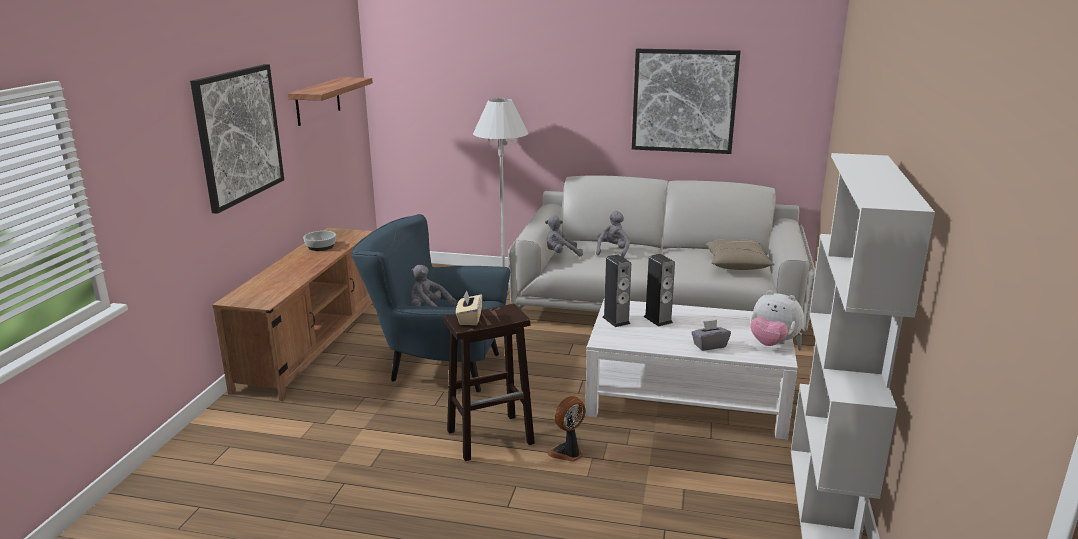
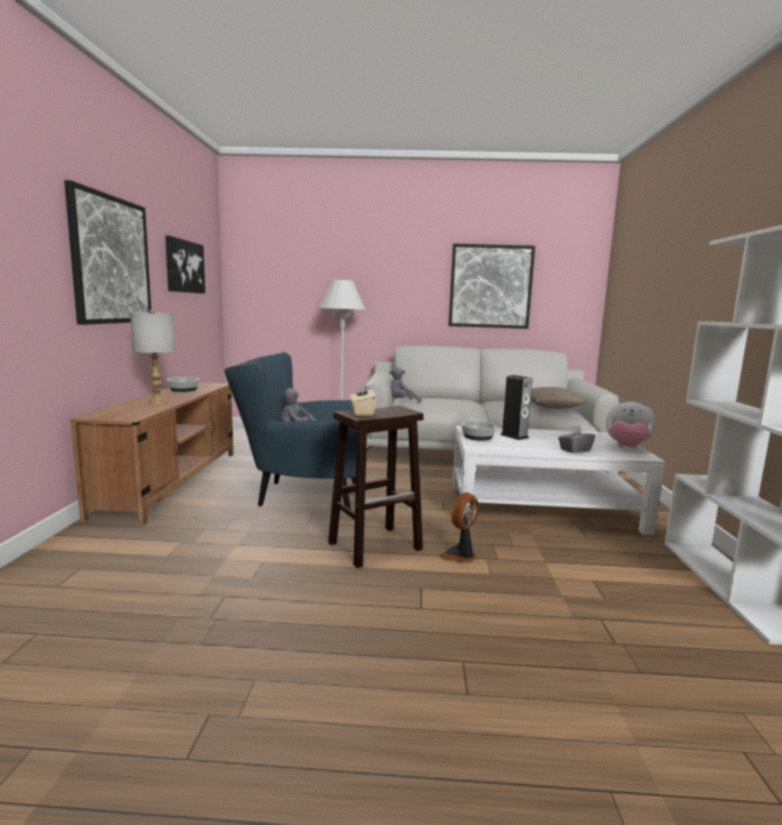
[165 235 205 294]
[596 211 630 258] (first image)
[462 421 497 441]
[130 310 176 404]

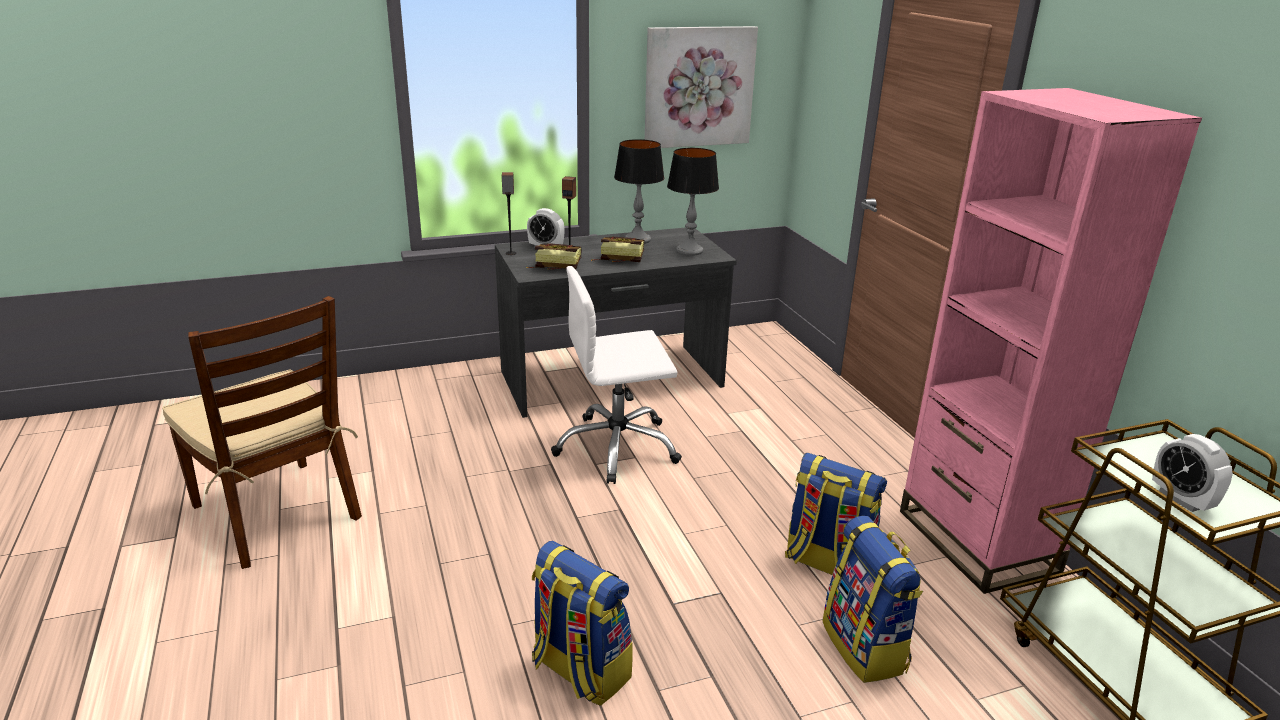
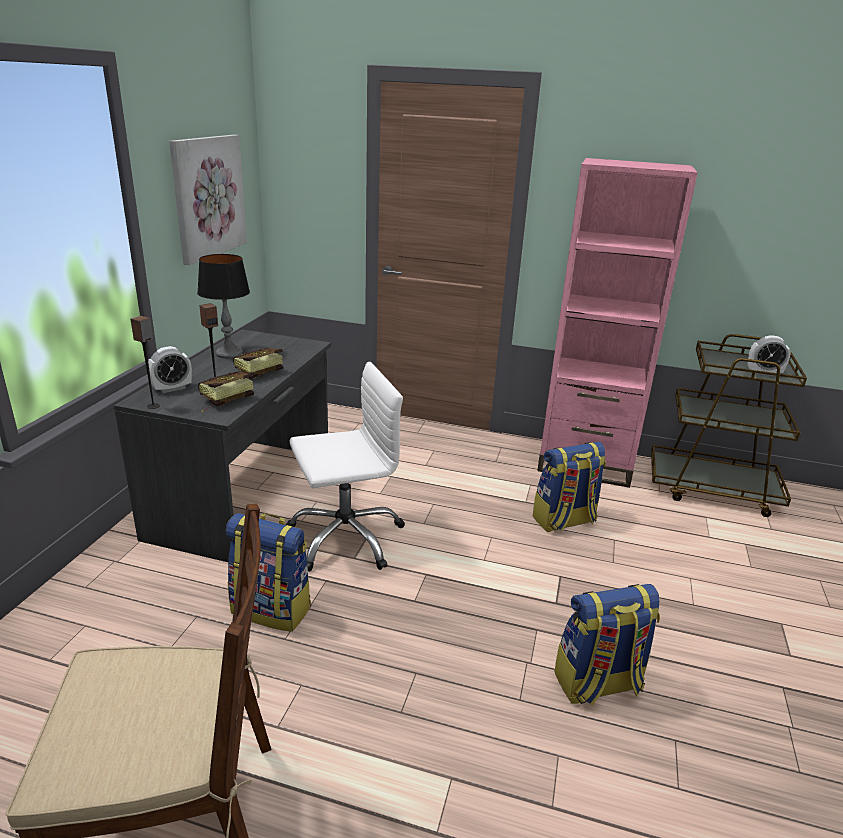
[667 148 719 256] (first image)
[286 362 405 572]
[226 513 311 632]

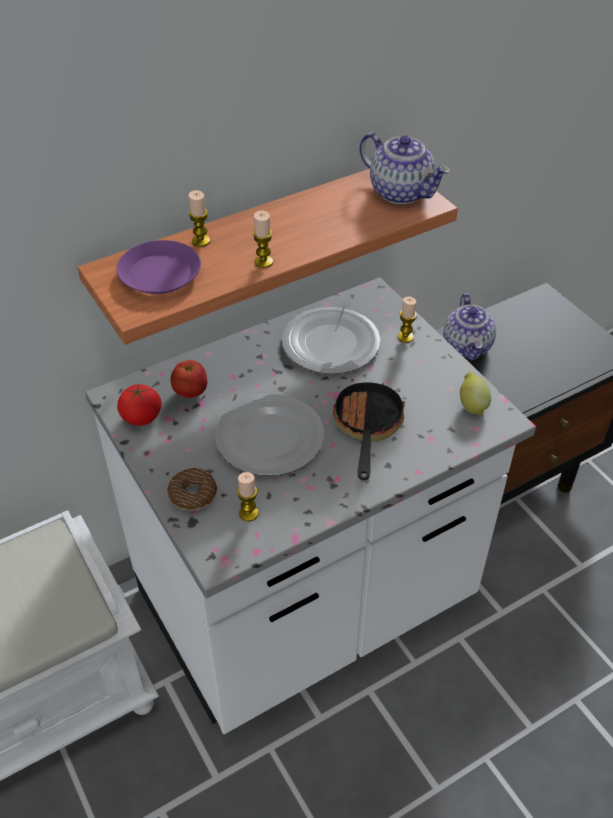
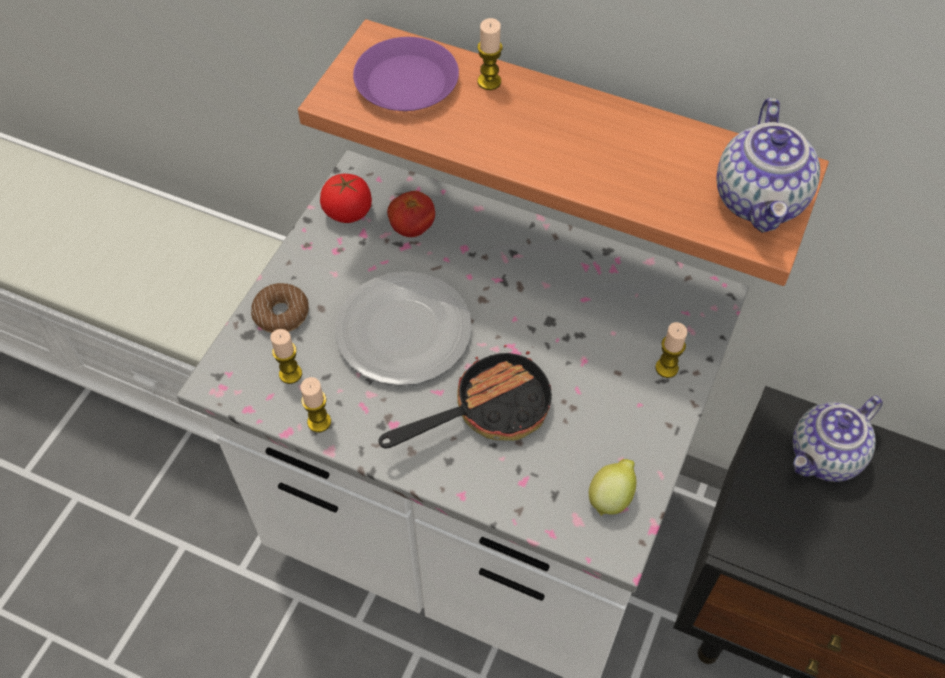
[300 377 331 432]
[282 307 381 374] (first image)

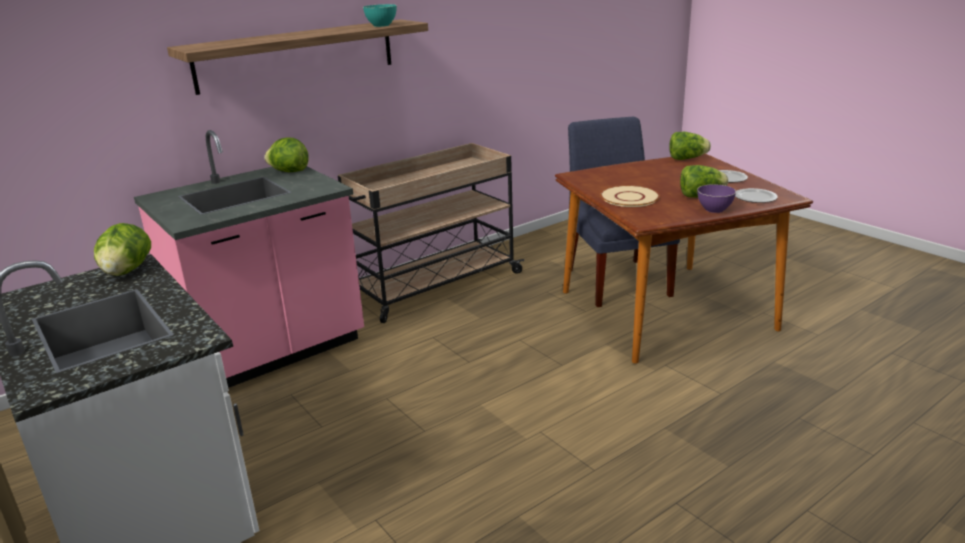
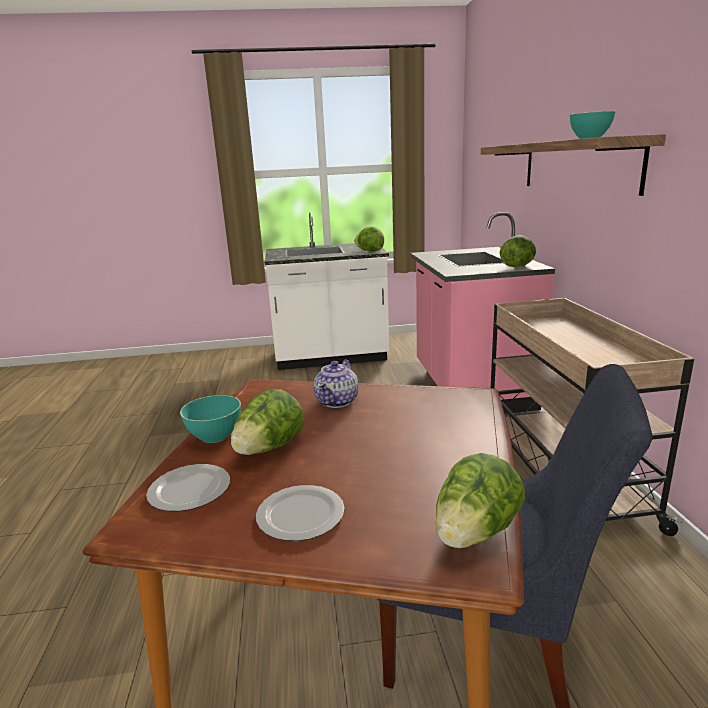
[180 395 241 443]
[314 360 358 408]

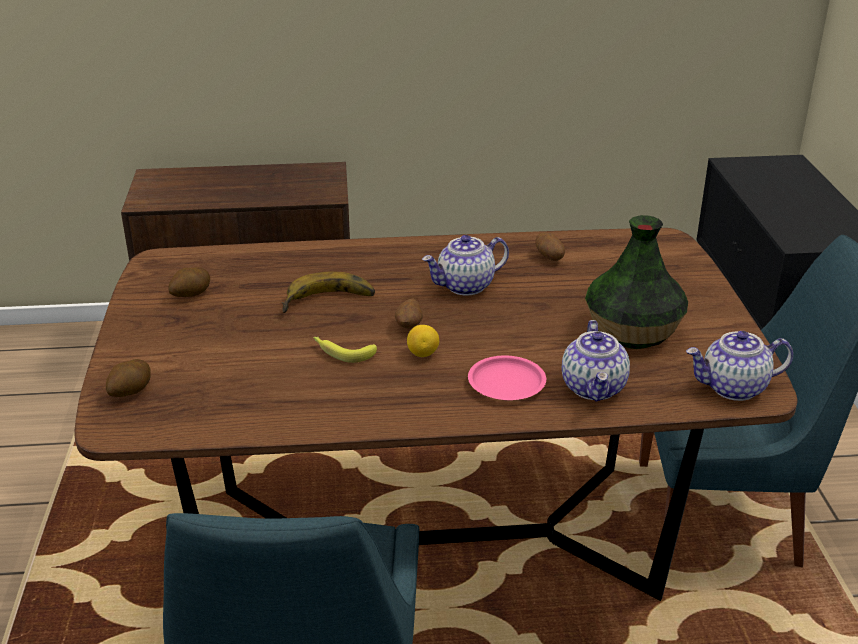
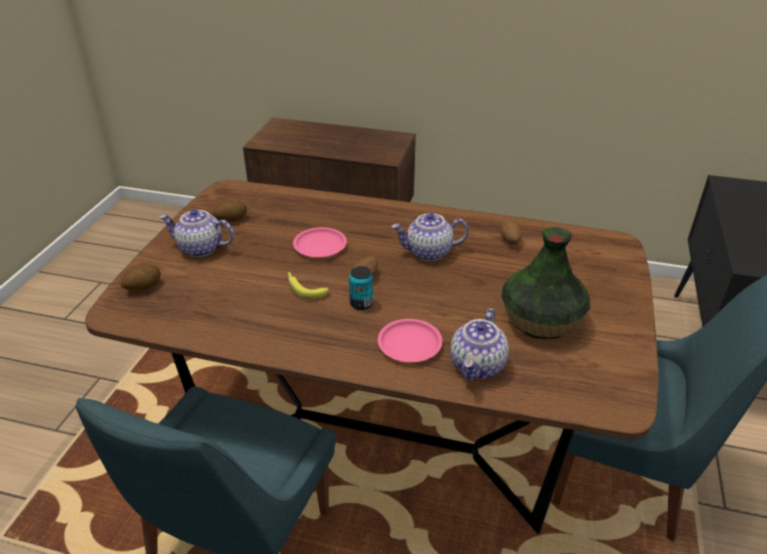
[293 227 347 257]
[349 266 373 310]
[160 209 234 257]

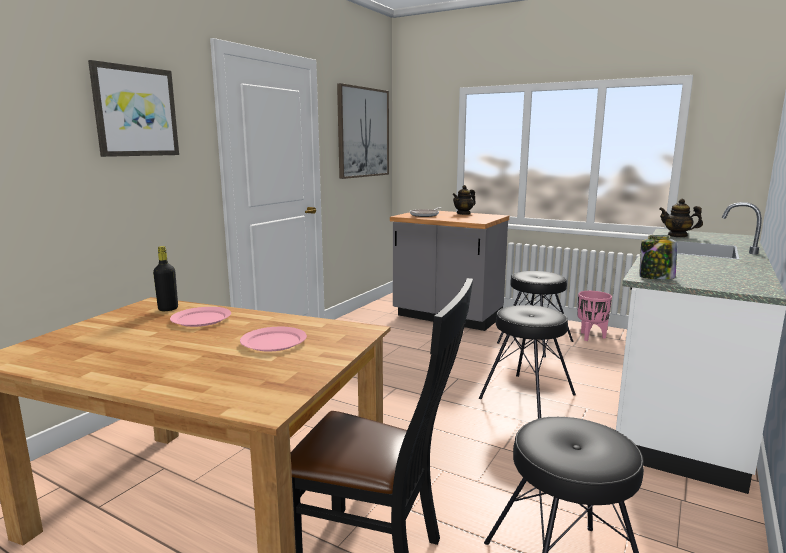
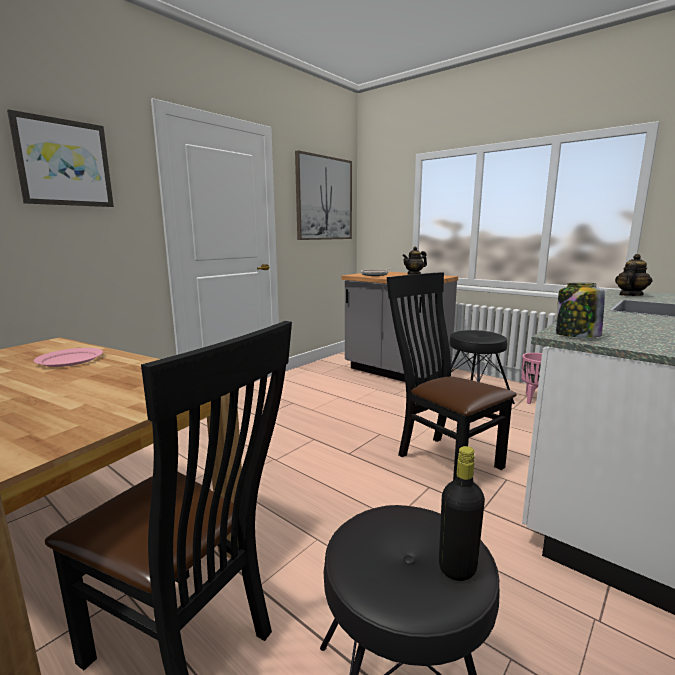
[615 254 652 296]
[439 446 485 581]
[387 272 516 481]
[240 327 307 352] (first image)

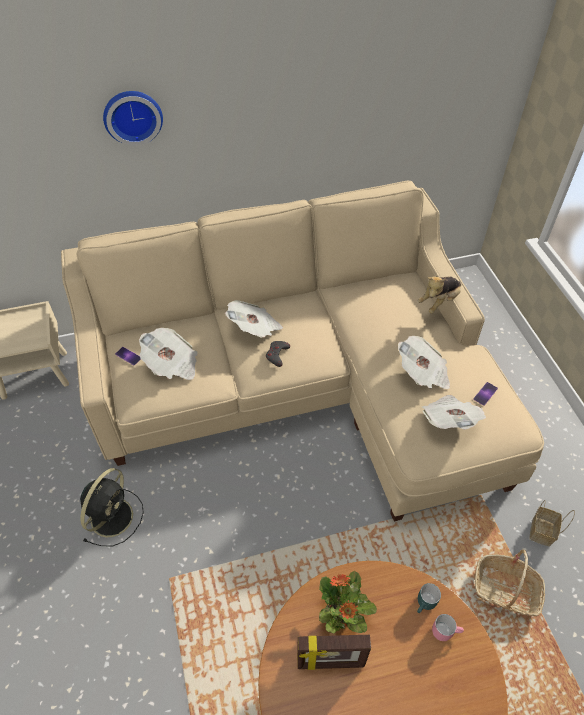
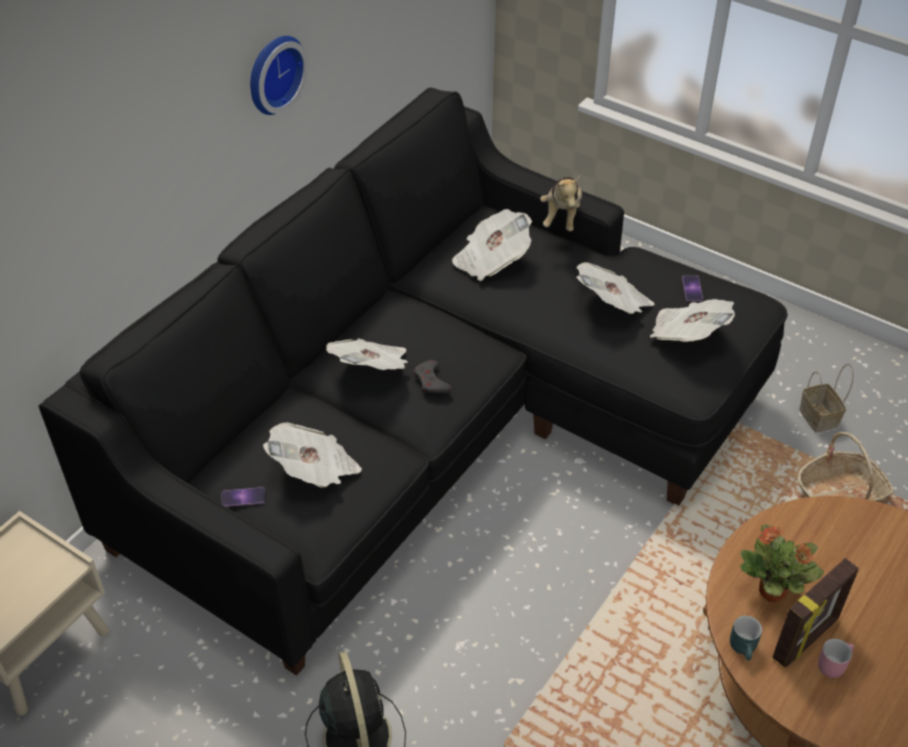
[250 36 308 115]
[39 87 788 675]
[730 616 762 661]
[818 638 854 678]
[452 209 532 281]

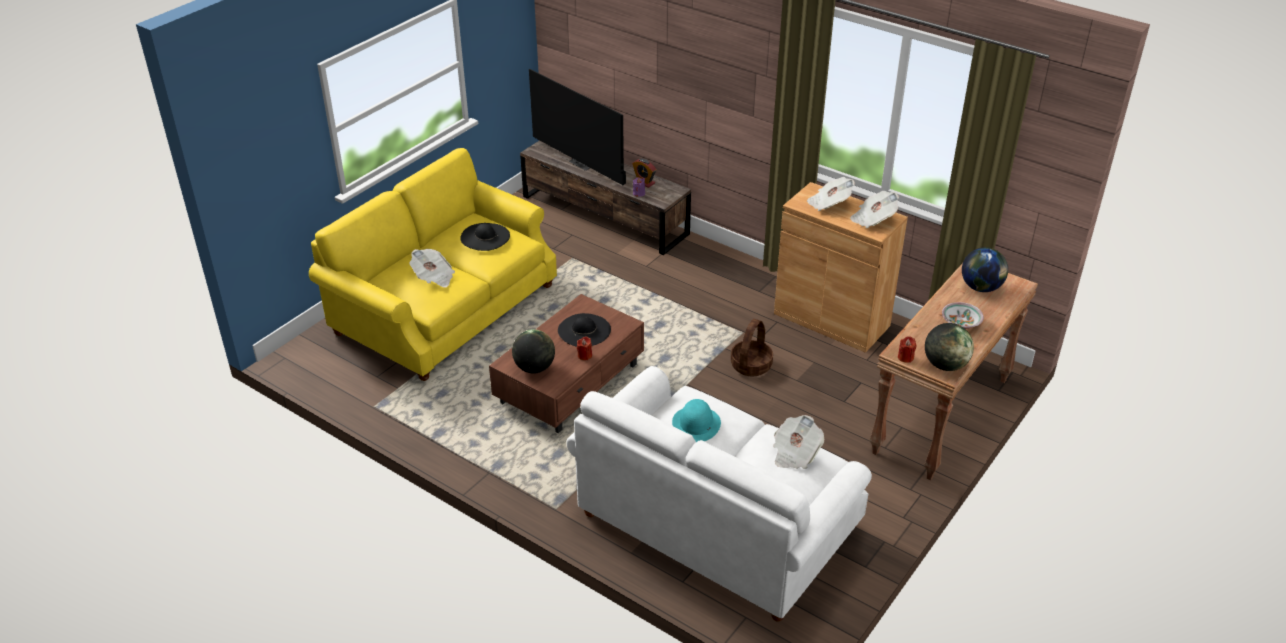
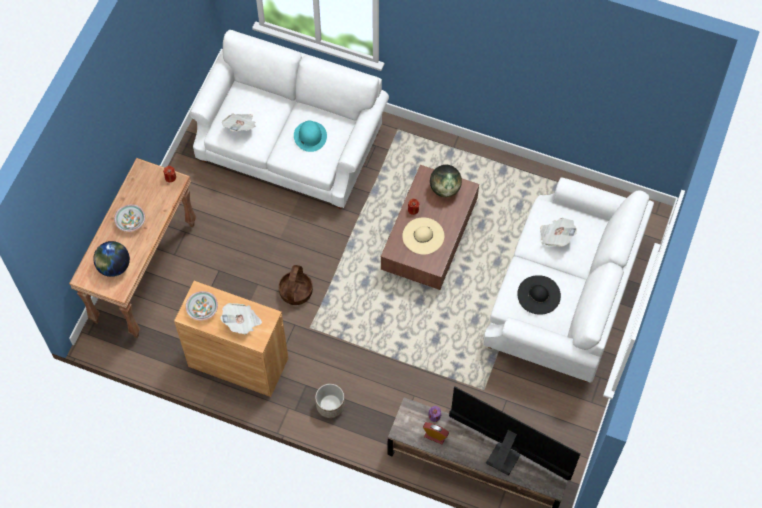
[484 177 654 383]
[186 291 218 321]
[402 217 444 255]
[925 323 974 371] (first image)
[315 384 345 418]

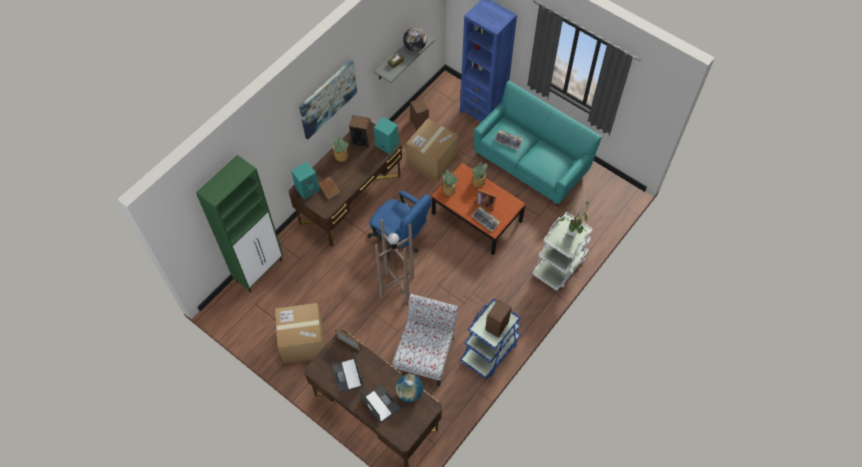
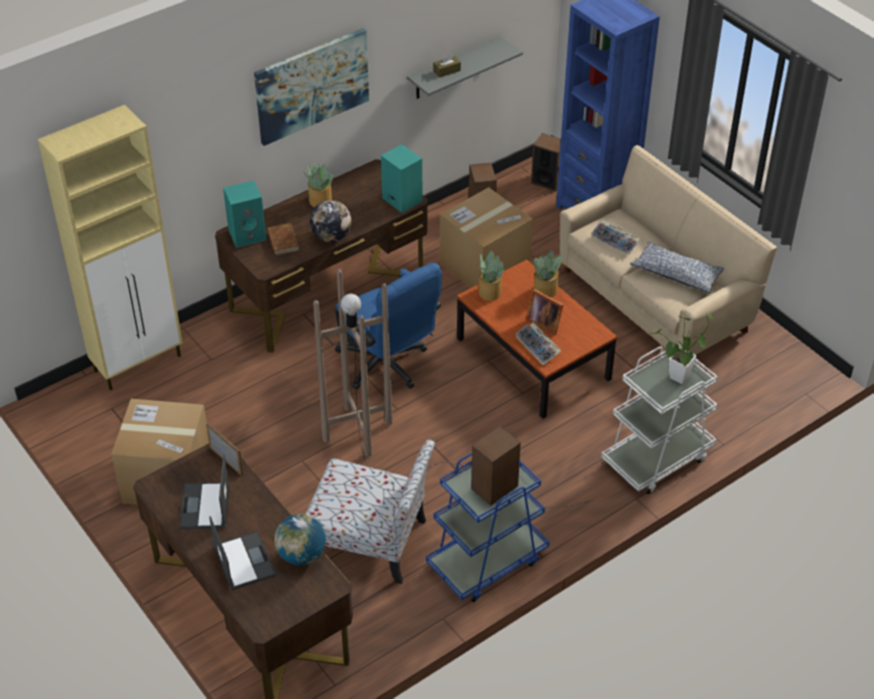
[310 200 352 242]
[560 145 777 355]
[531 133 561 191]
[38 105 182 391]
[306 439 435 584]
[630 242 725 293]

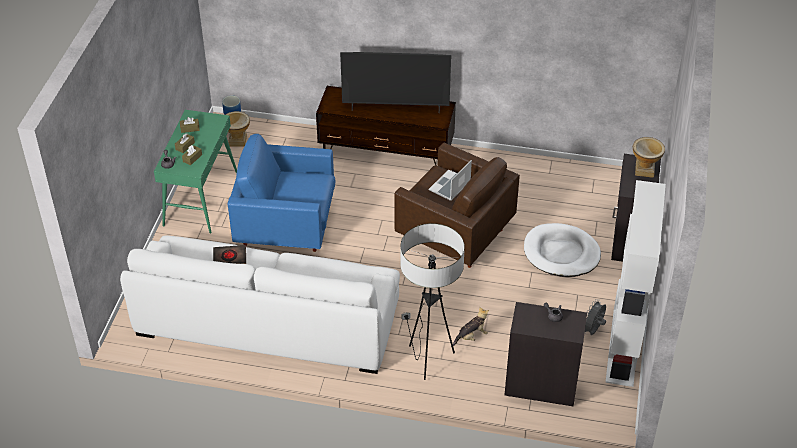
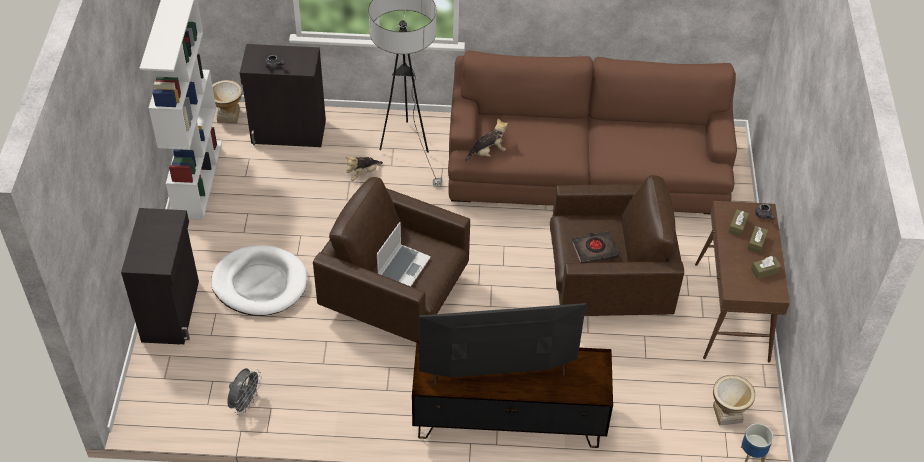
[695 201 790 363]
[550 175 684 316]
[212 80 242 123]
[448 50 737 214]
[572 231 619 263]
[227 368 262 415]
[465 119 508 162]

